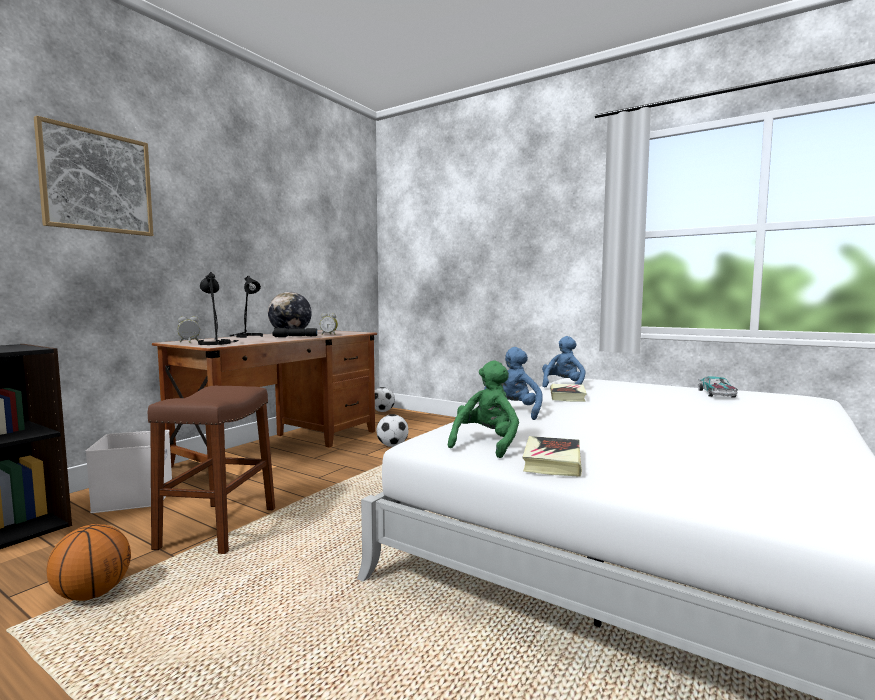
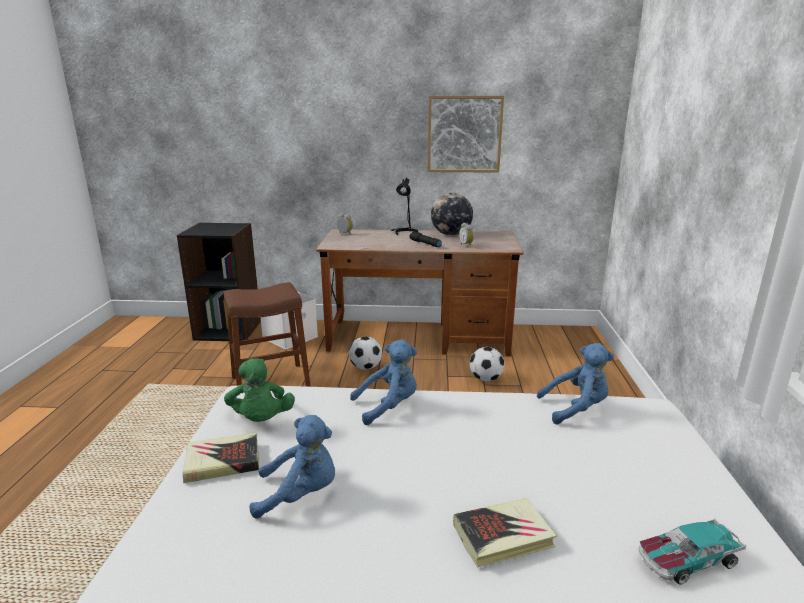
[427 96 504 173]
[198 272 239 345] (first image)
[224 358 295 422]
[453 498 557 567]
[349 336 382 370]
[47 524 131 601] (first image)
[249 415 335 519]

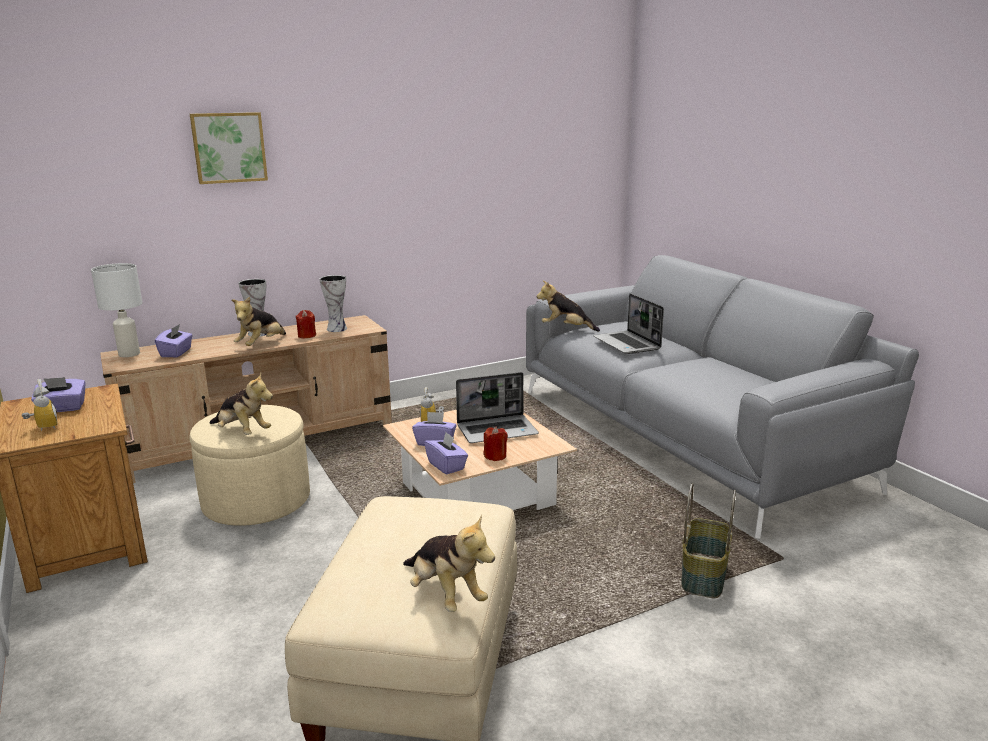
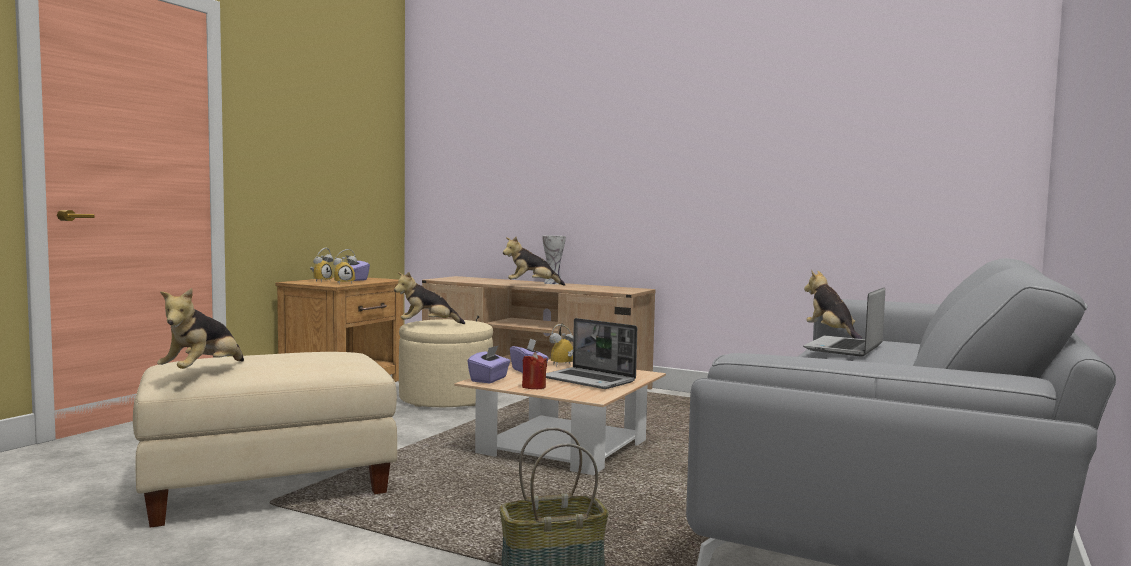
[190 112 268 184] (first image)
[91 263 142 357] (first image)
[320 275 347 332] (first image)
[296 310 316 338] (first image)
[155 324 193 357] (first image)
[394 272 465 324]
[333 249 357 284]

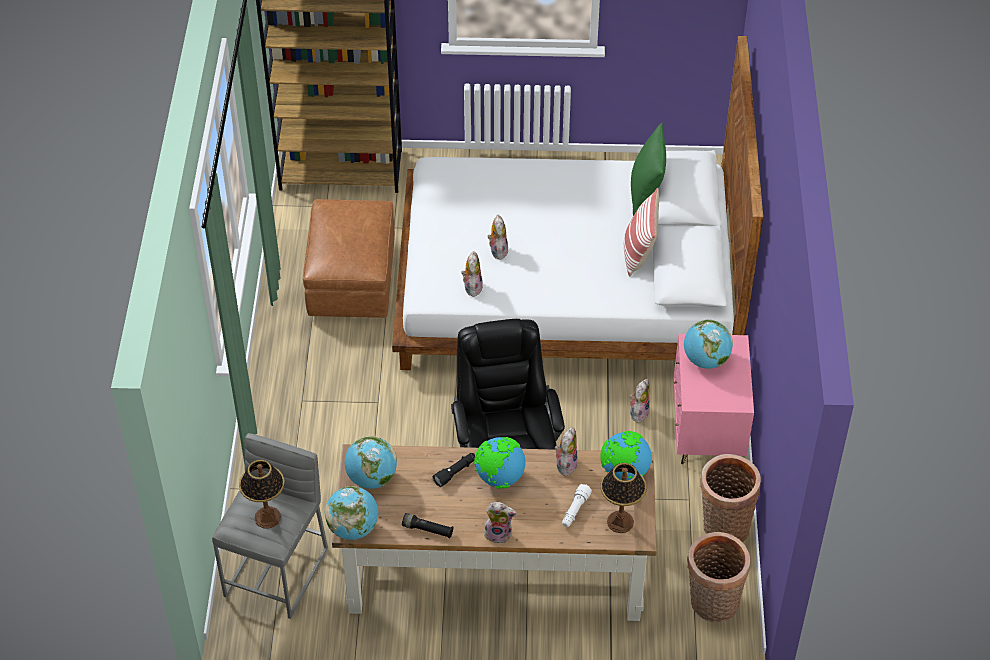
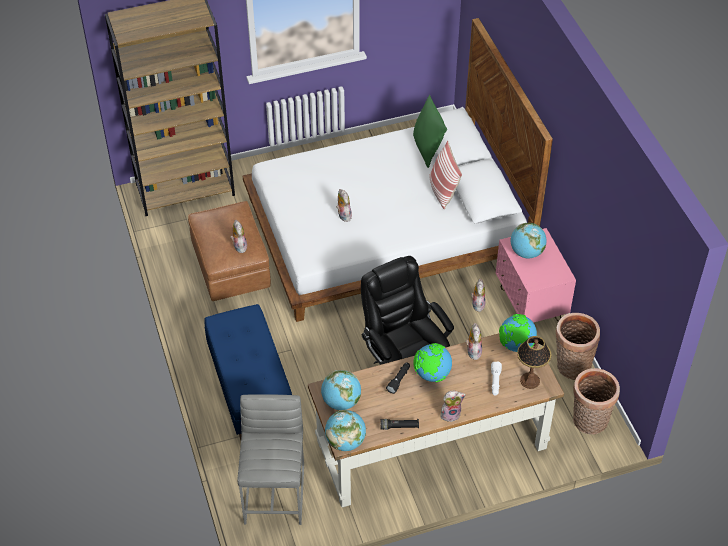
[230 220 247 253]
[239 460 285 529] (first image)
[204 304 292 440]

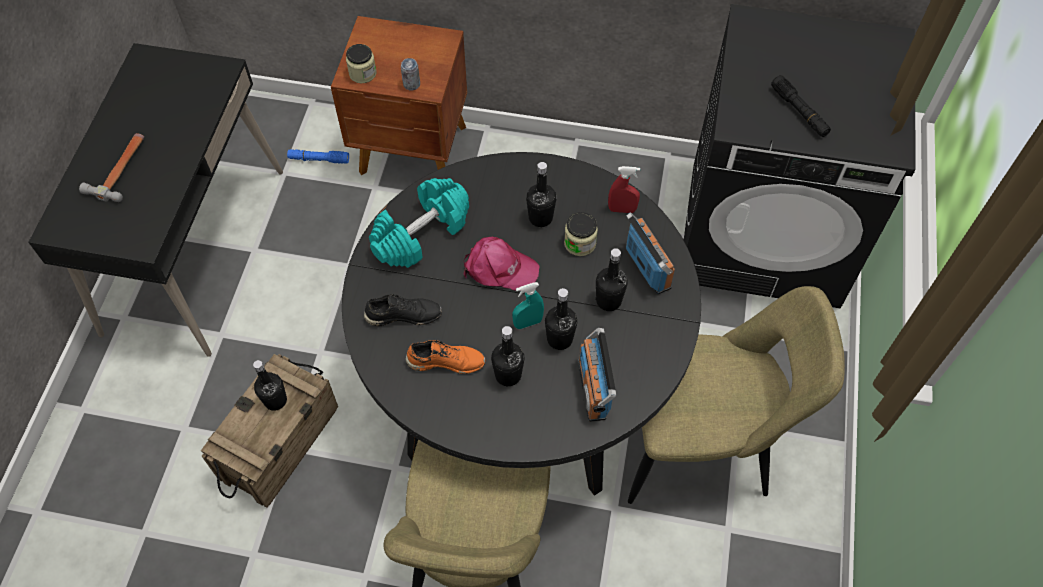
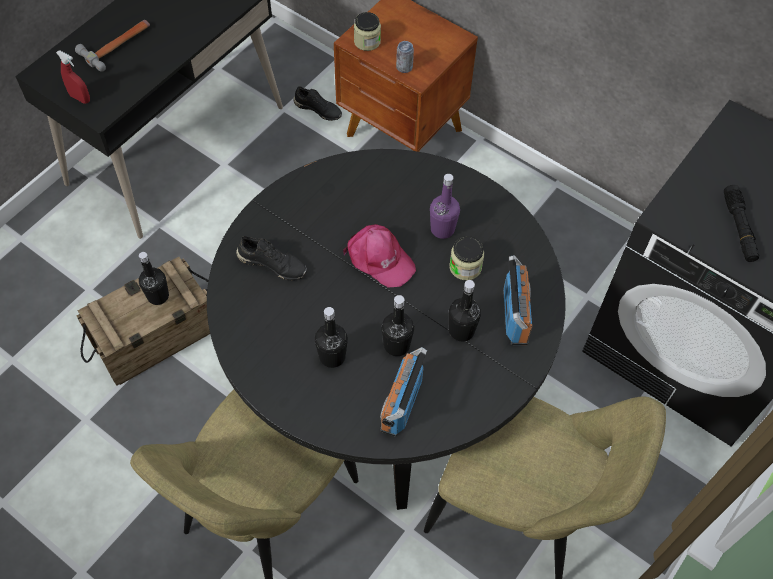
[293 86 342 121]
[430 174 460 239]
[56 50 90 104]
[369 178 469 268] (first image)
[512 282 544 329] (first image)
[405 340 485 374] (first image)

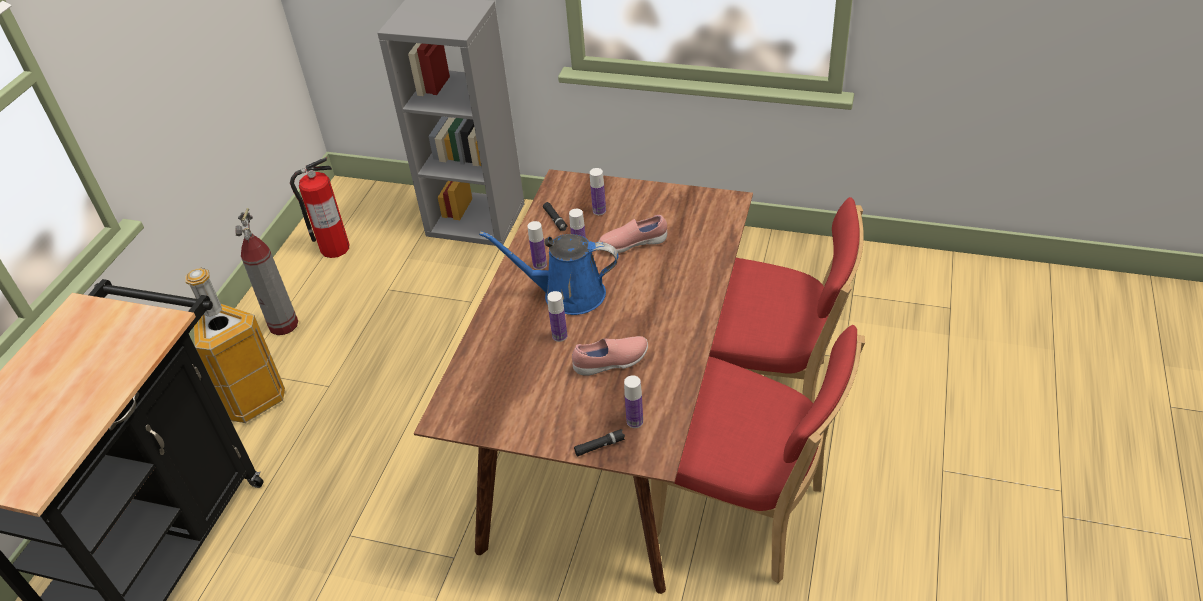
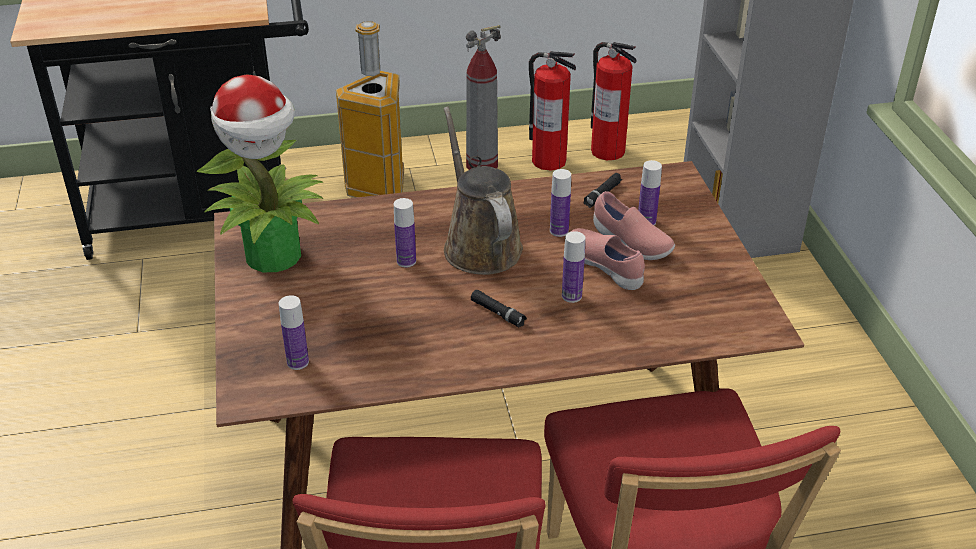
[562 231 585 303]
[443 107 523 275]
[593 191 675 260]
[471 290 527 327]
[529 51 576 171]
[196 74 323 272]

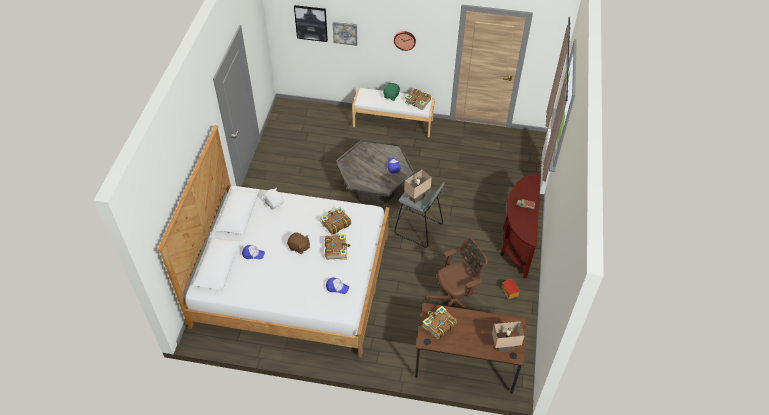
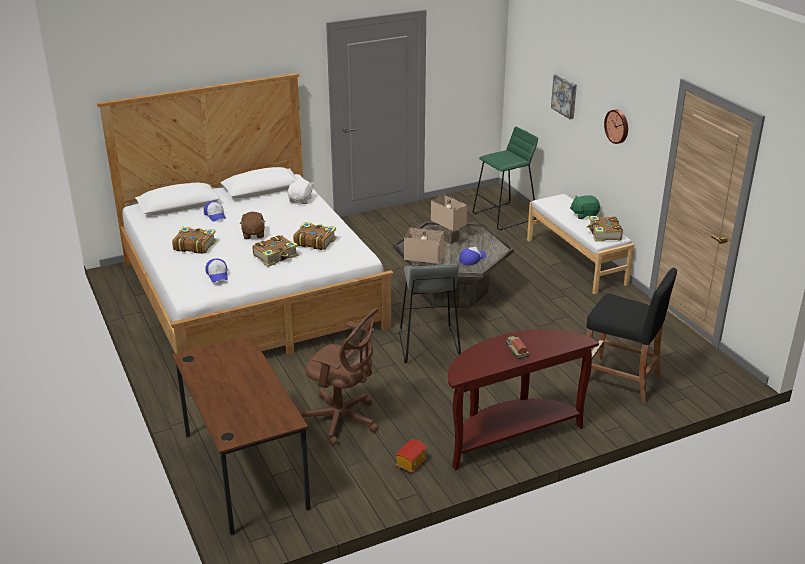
[294 5 328 42] (first image)
[172 227 216 254]
[431 195 467 244]
[473 126 538 230]
[586 268 677 403]

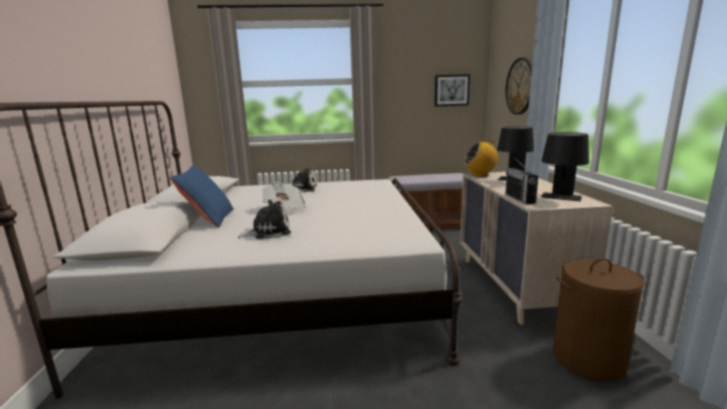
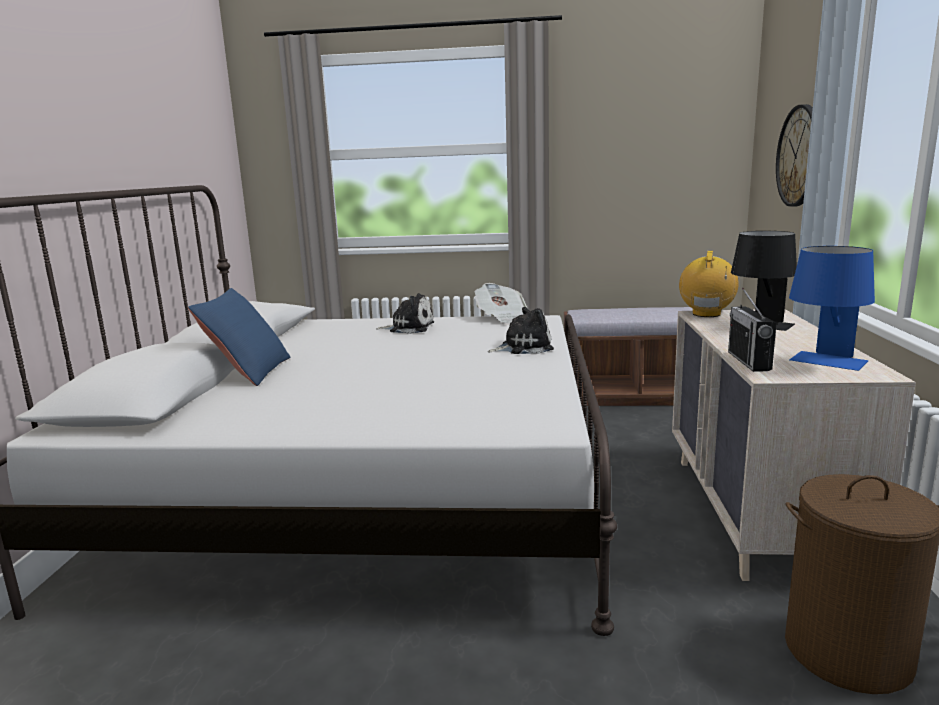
[435 74 470 107] (first image)
[789 246 875 371]
[679 251 739 317]
[475 283 527 325]
[488 307 554 354]

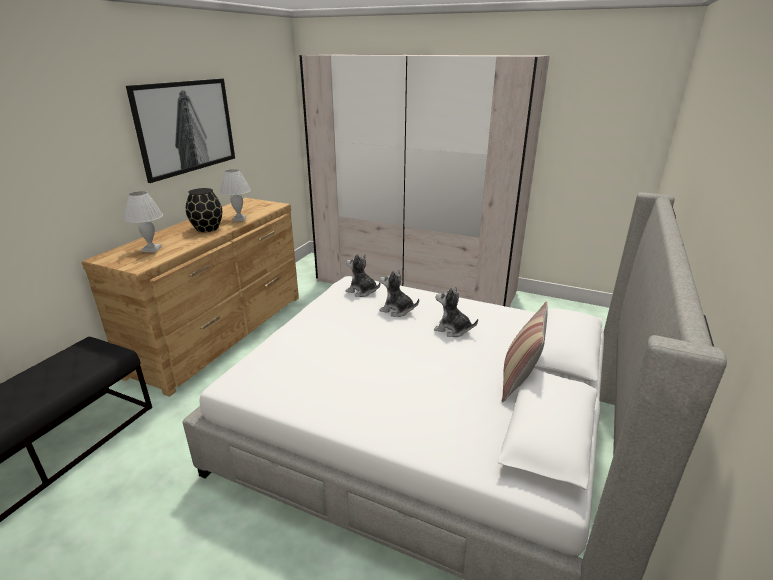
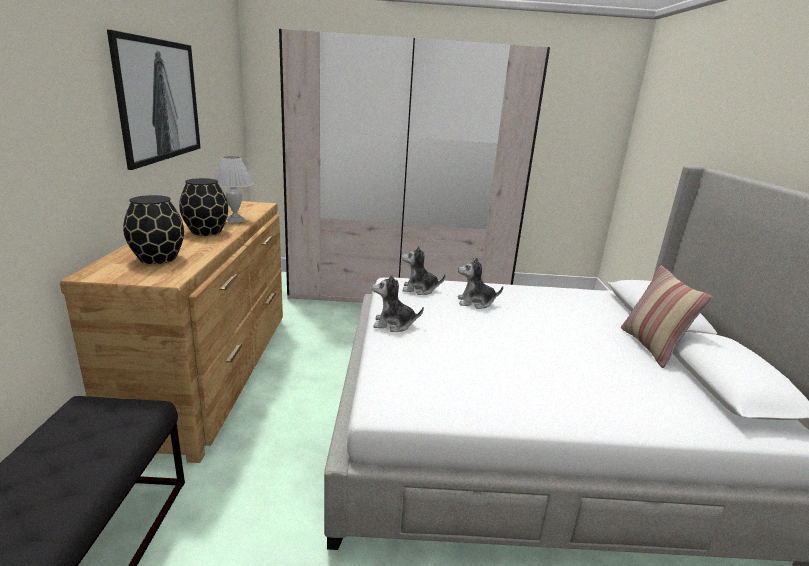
[123 195 184 264]
[372 274 424 332]

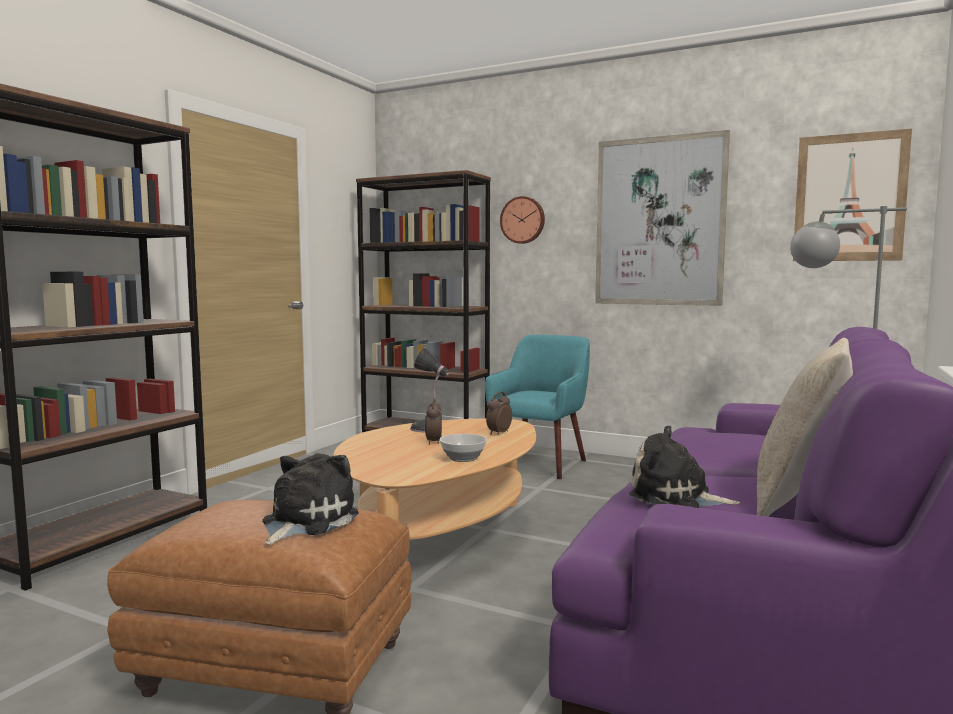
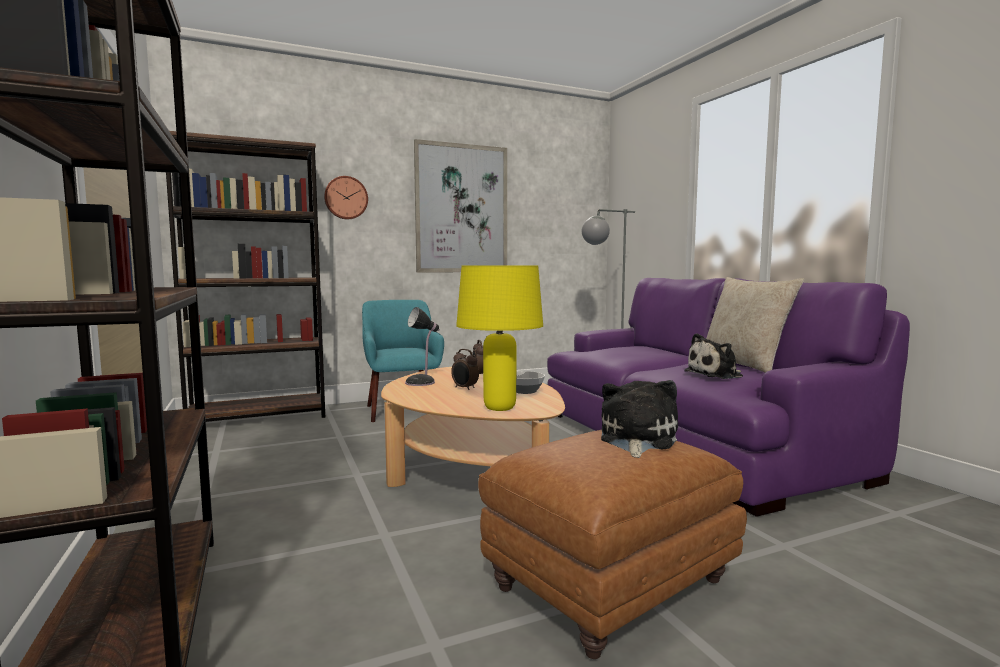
[793 129 912 261] (first image)
[601 380 678 458]
[456 265 543 411]

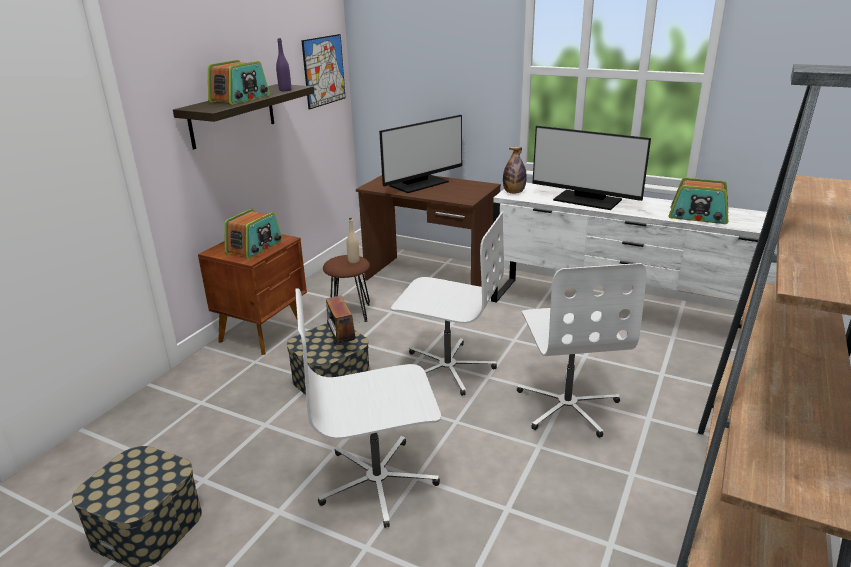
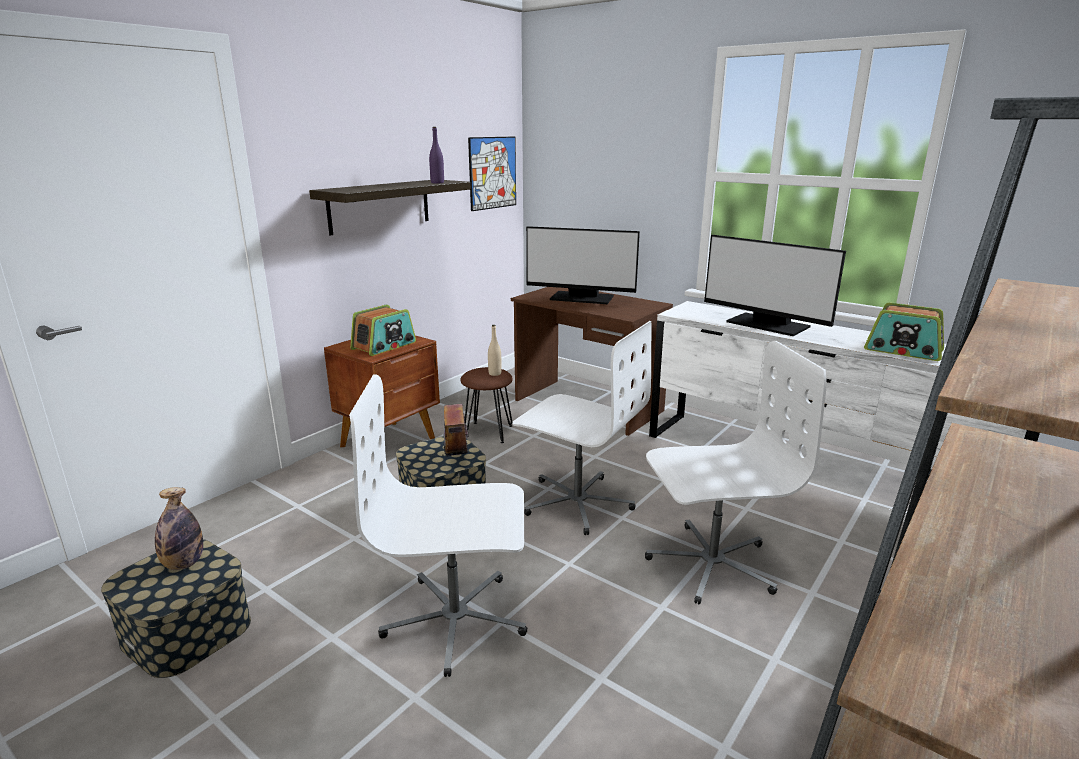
[208 60 270 105] (first image)
[526 226 640 304]
[155 487 203 570]
[645 341 827 604]

